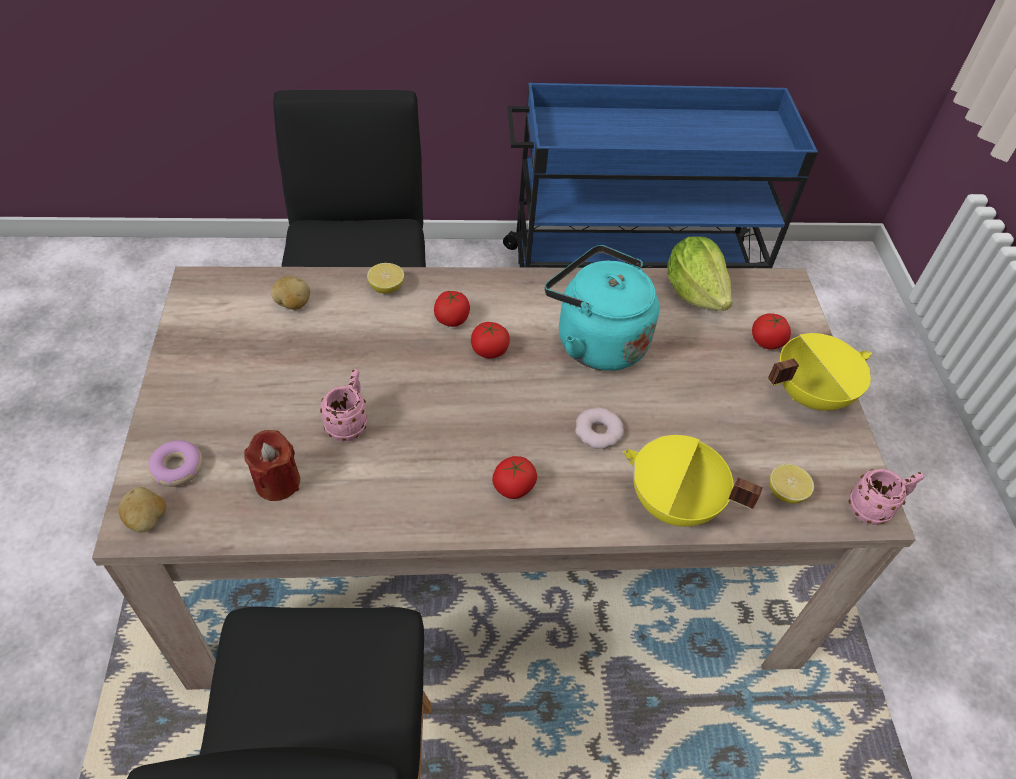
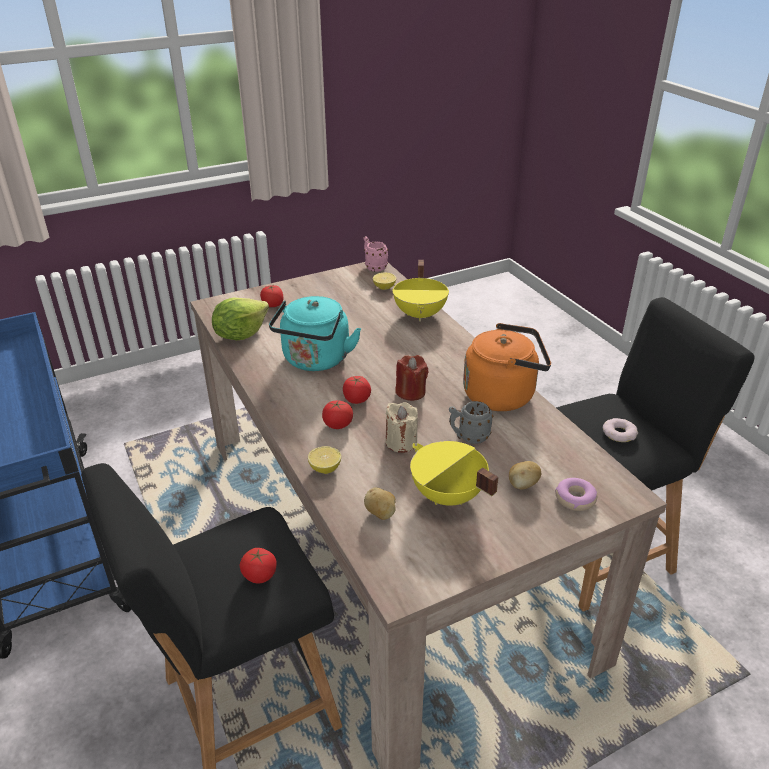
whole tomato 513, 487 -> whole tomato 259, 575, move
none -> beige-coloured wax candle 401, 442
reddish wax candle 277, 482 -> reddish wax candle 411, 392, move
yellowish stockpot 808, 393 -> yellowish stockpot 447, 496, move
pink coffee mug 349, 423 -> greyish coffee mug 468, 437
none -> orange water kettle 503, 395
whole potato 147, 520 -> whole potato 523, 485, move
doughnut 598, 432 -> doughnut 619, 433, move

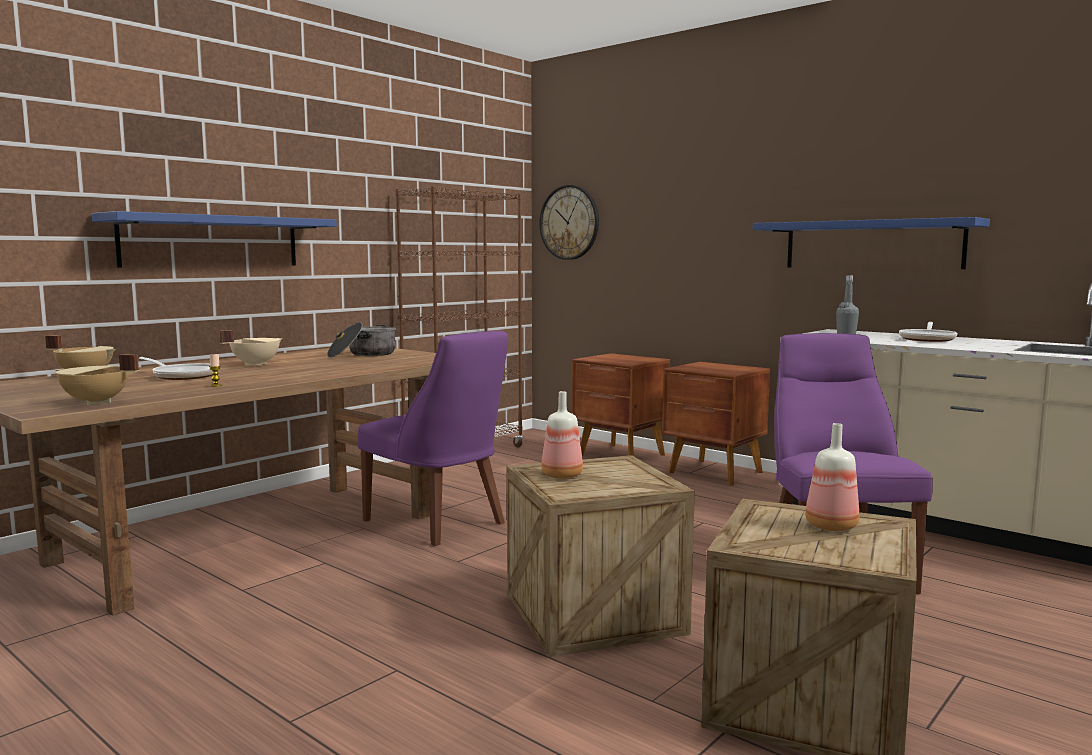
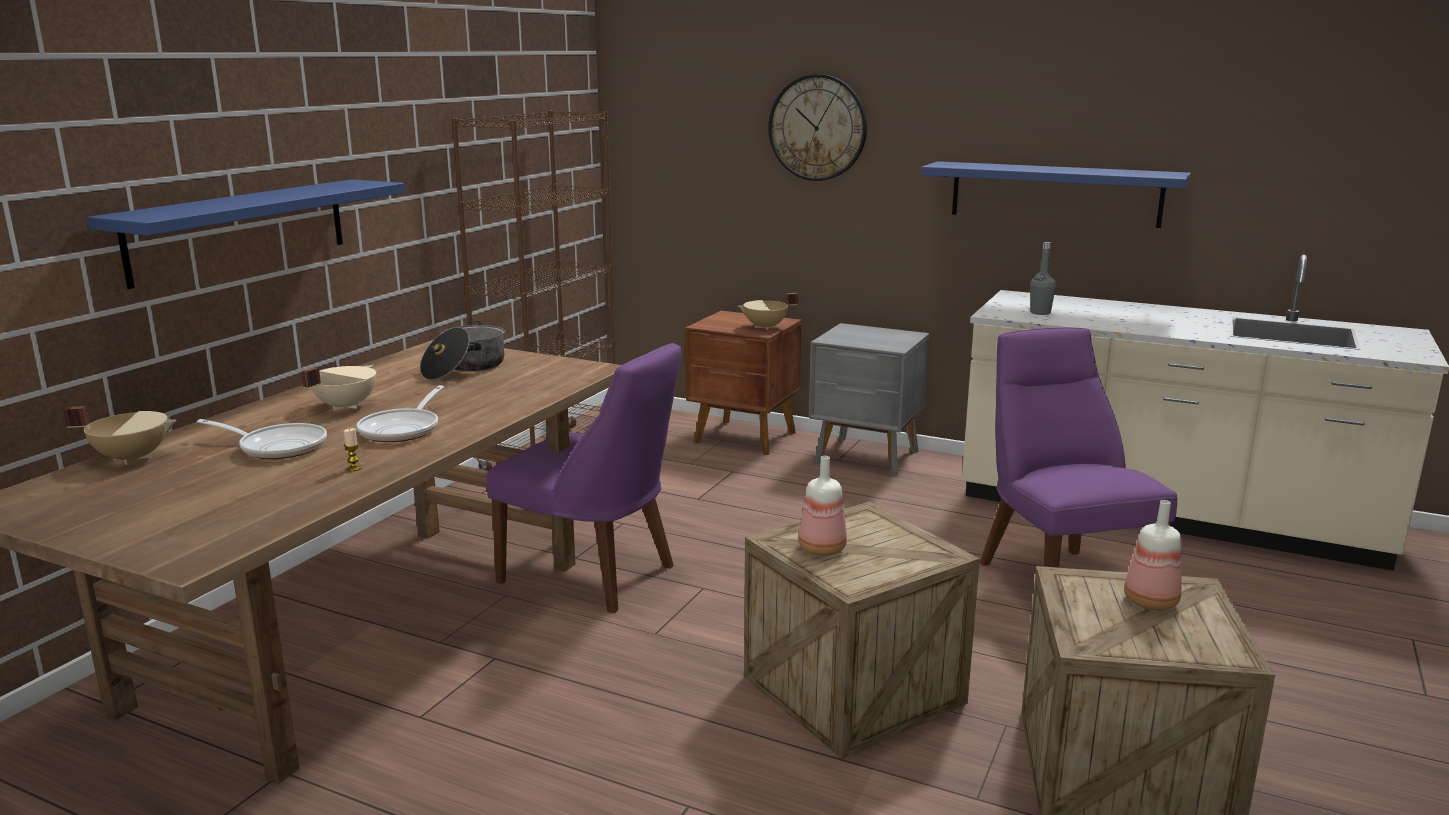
frying pan 927, 339 -> frying pan 403, 429, move
beige-coloured stockpot 95, 402 -> beige-coloured stockpot 766, 327, move
wall clock 569, 222 -> wall clock 817, 128, move
brown bedside table 715, 473 -> greyish bedside table 867, 457

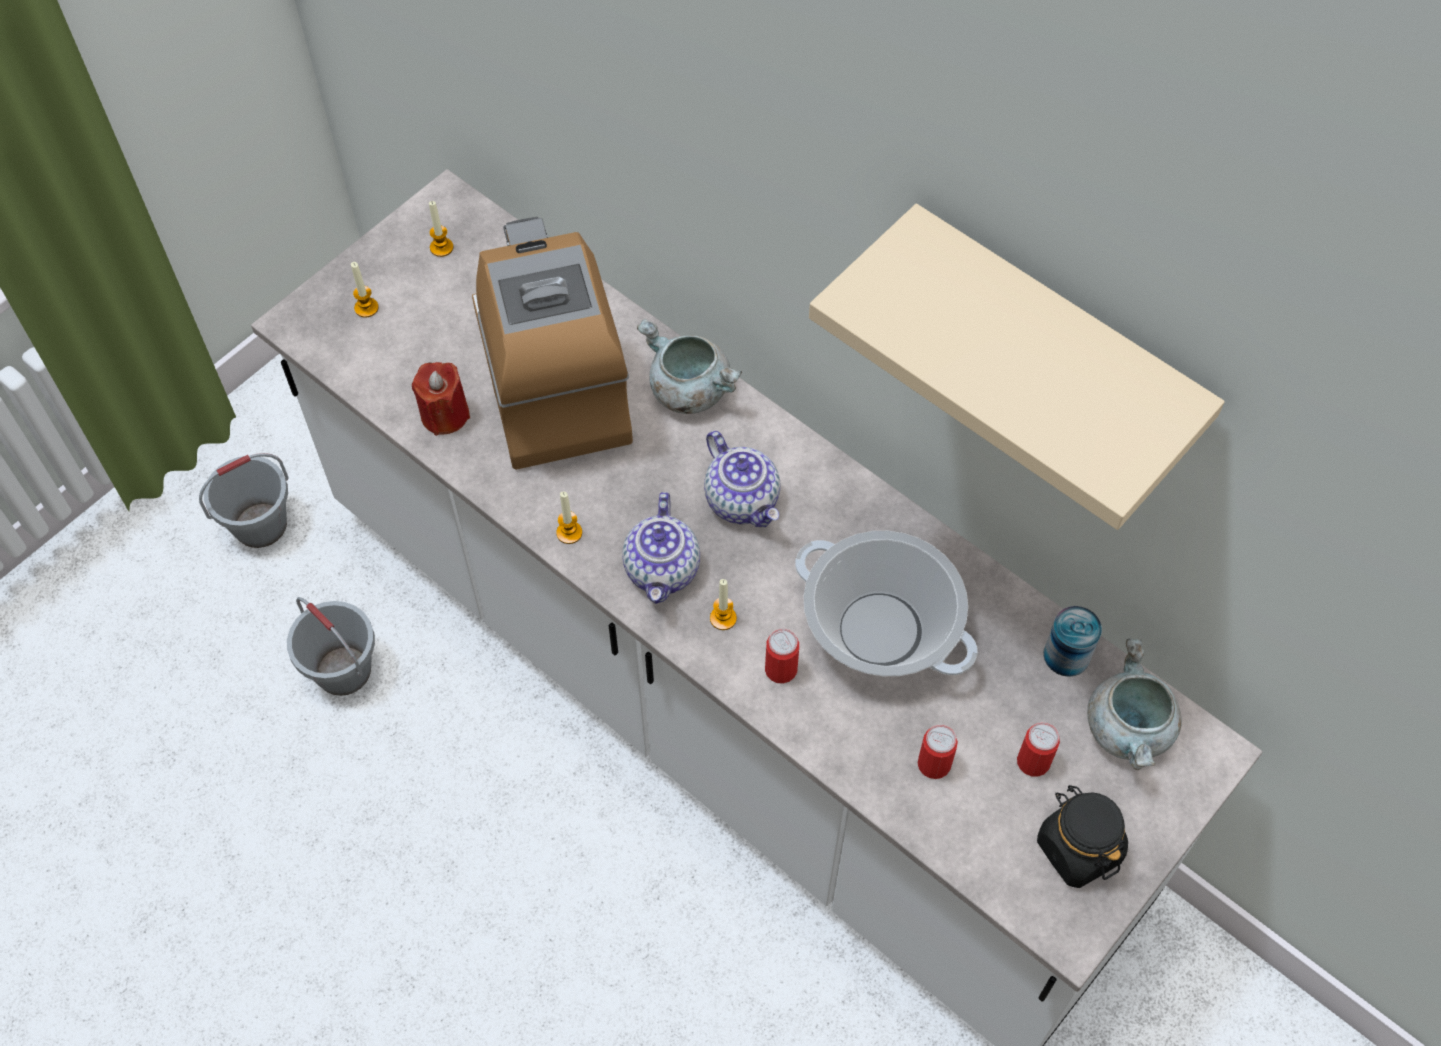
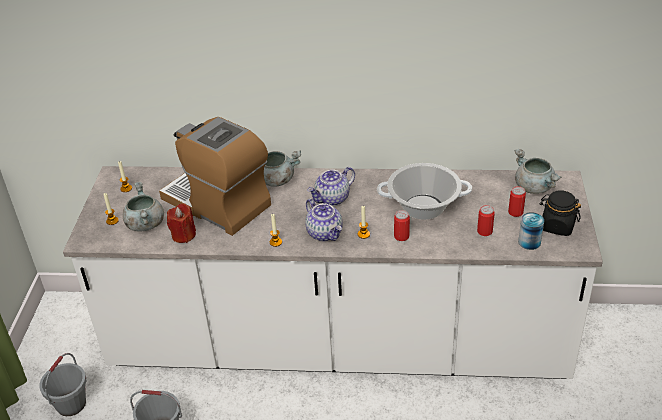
none -> greyish stockpot 145, 224
pot for tea 743, 500 -> pot for tea 332, 199, 120 degrees clockwise
metal can 1066, 655 -> metal can 529, 242, move
beige-coloured bracket shelf 1053, 342 -> none

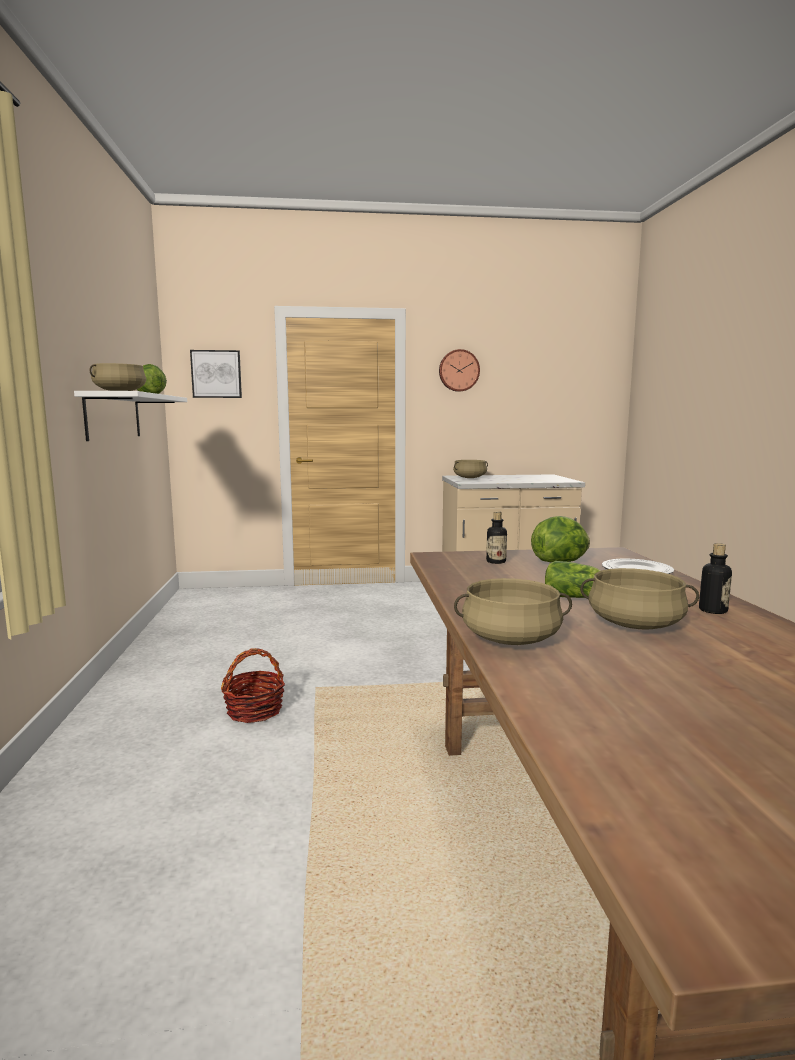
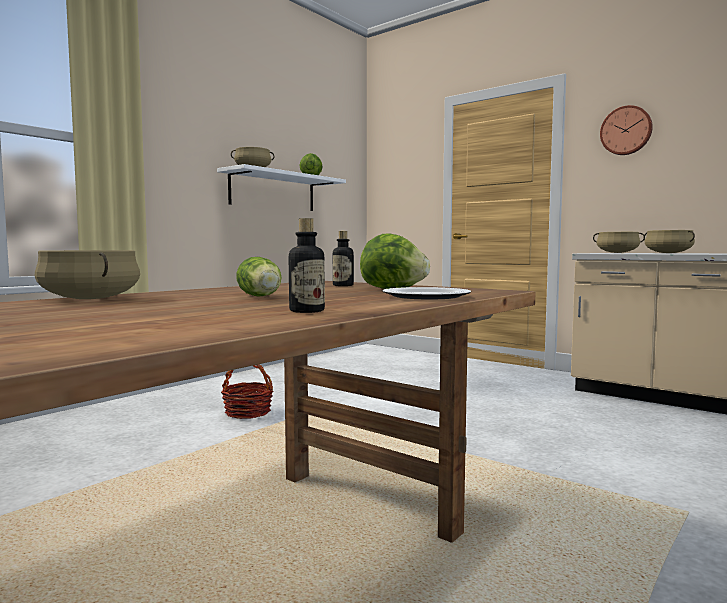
beige-coloured stockpot 635, 624 -> beige-coloured stockpot 668, 253, move
picture 216, 374 -> none

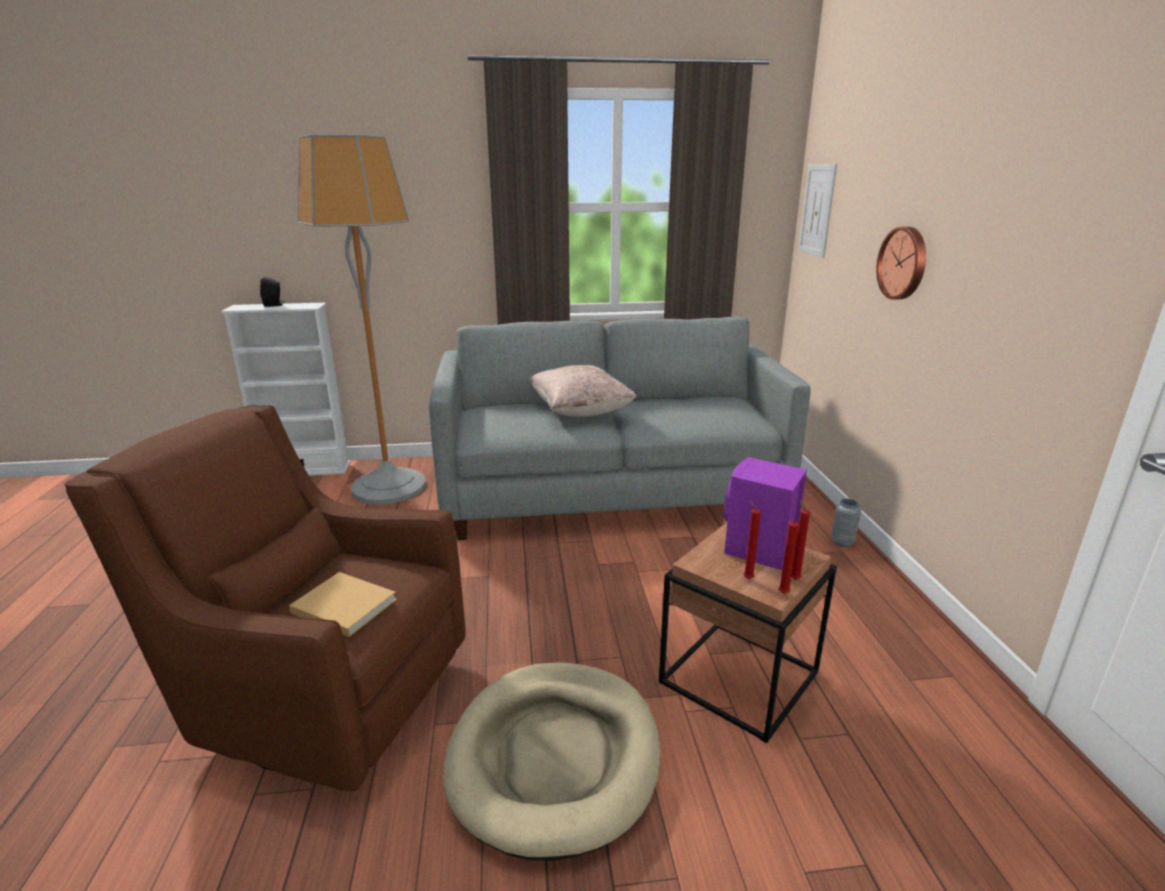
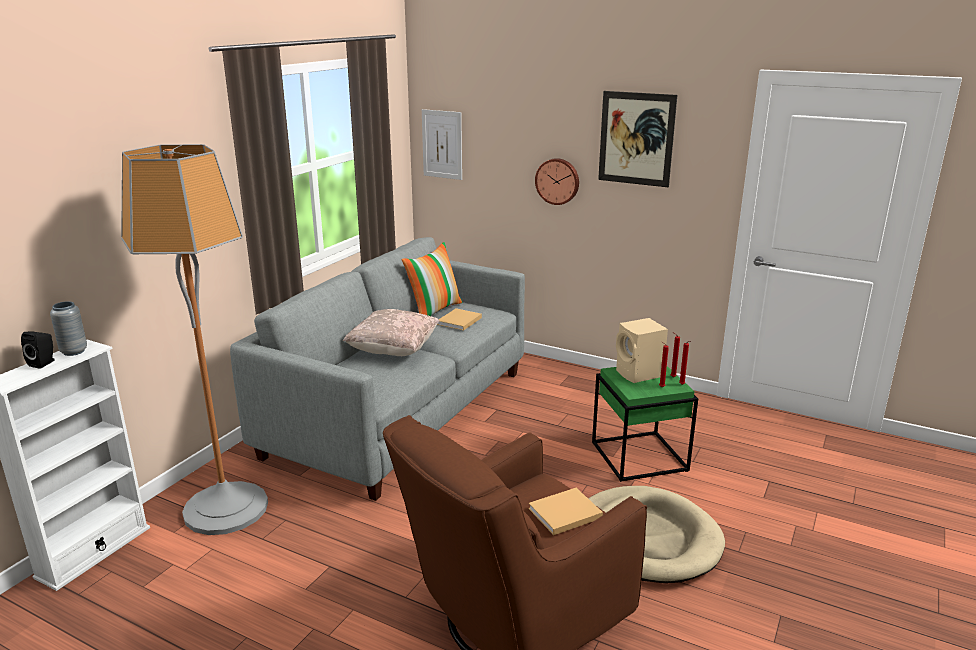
greyish vase 842, 542 -> greyish vase 74, 351, move
none -> throw pillow 434, 310
none -> beige-coloured bound book 458, 321
brown accent table 738, 676 -> green-coloured accent table 638, 456
none -> picture 636, 139
purple-coloured speaker 758, 551 -> beige-coloured speaker 639, 374

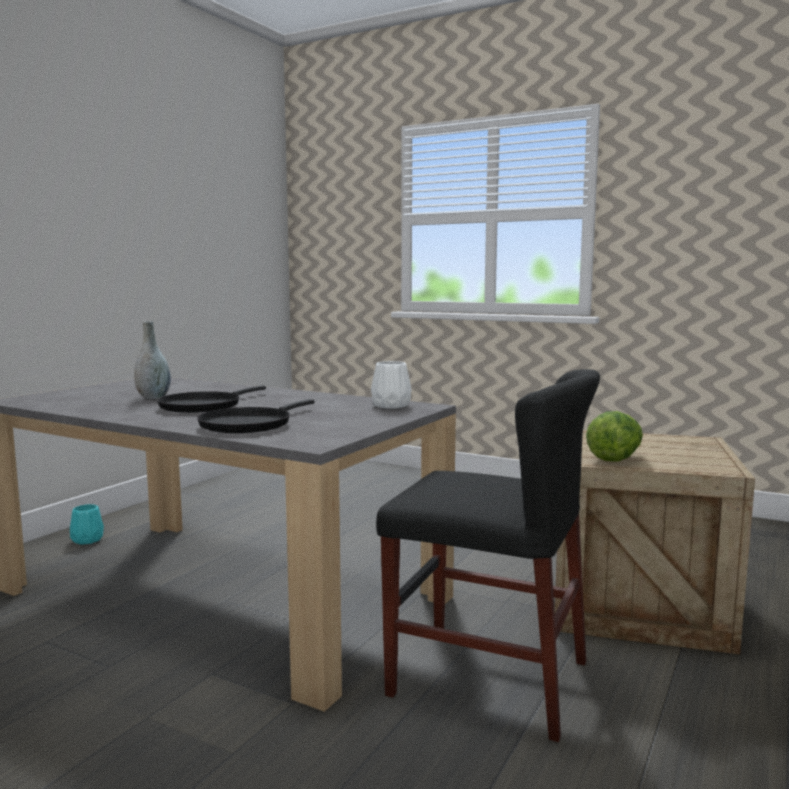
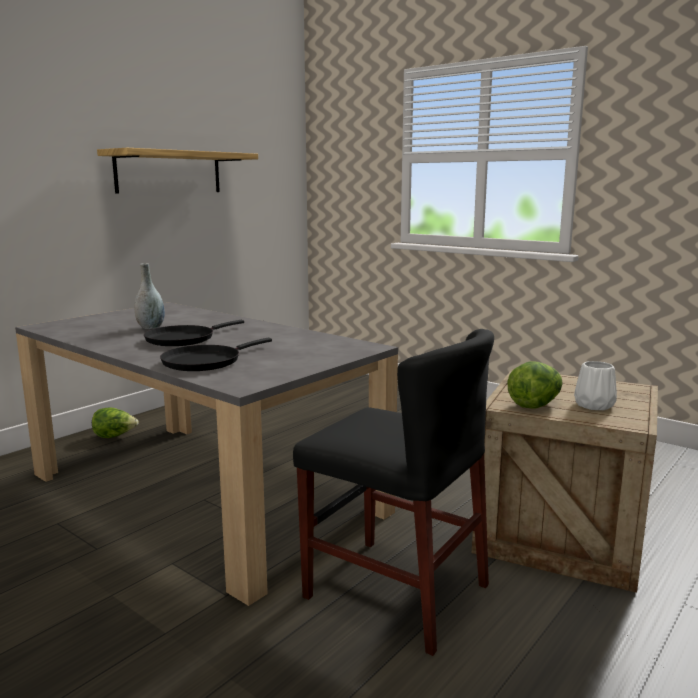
turquoise vase 87, 540 -> lettuce head 114, 436
none -> bracket shelf 169, 172
whitish vase 390, 406 -> whitish vase 593, 405, move

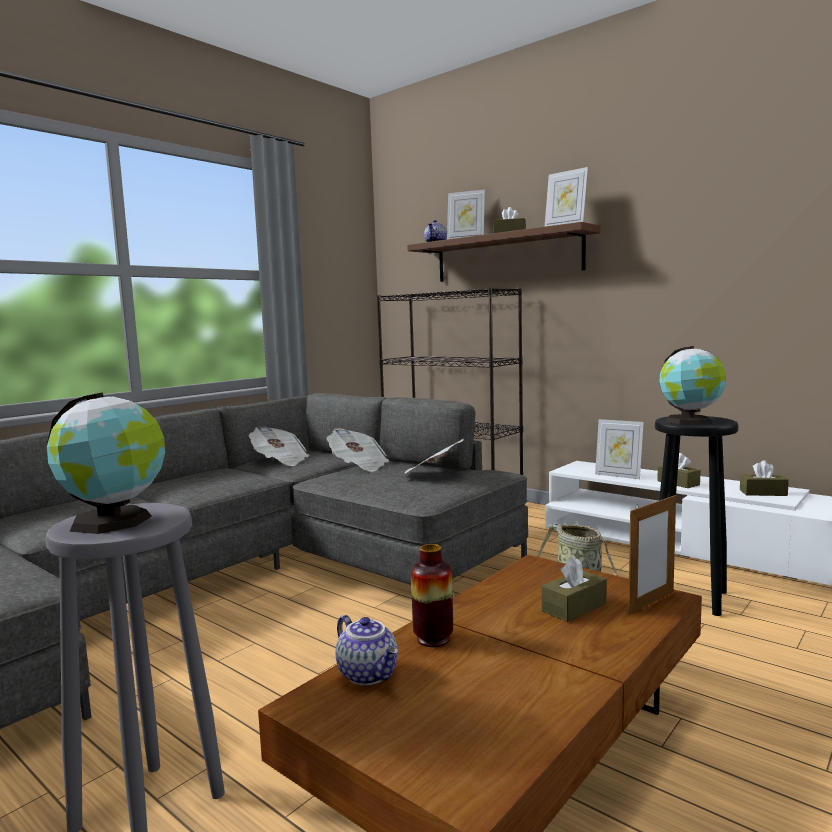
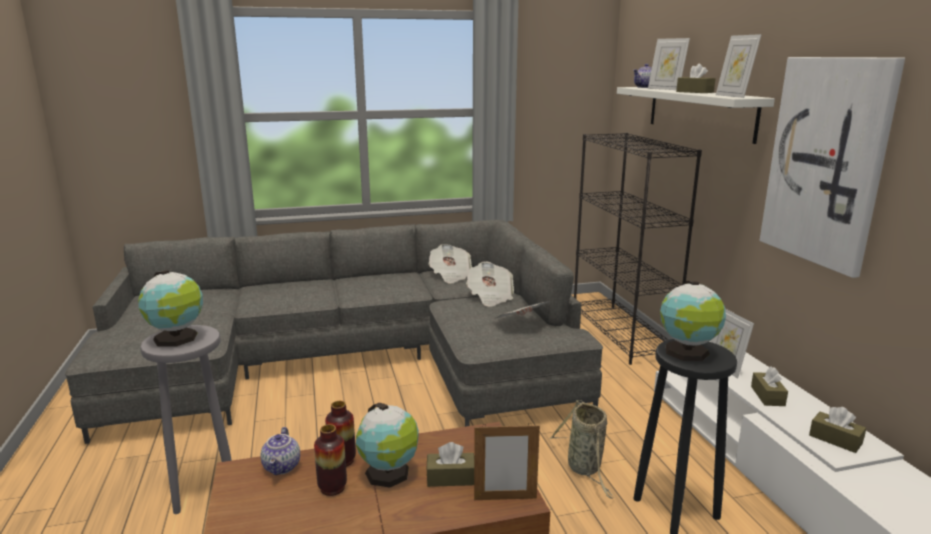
none -> vase 332, 488
none -> globe 389, 474
brown bracket shelf 506, 256 -> whitish bracket shelf 699, 112
none -> picture 826, 162

